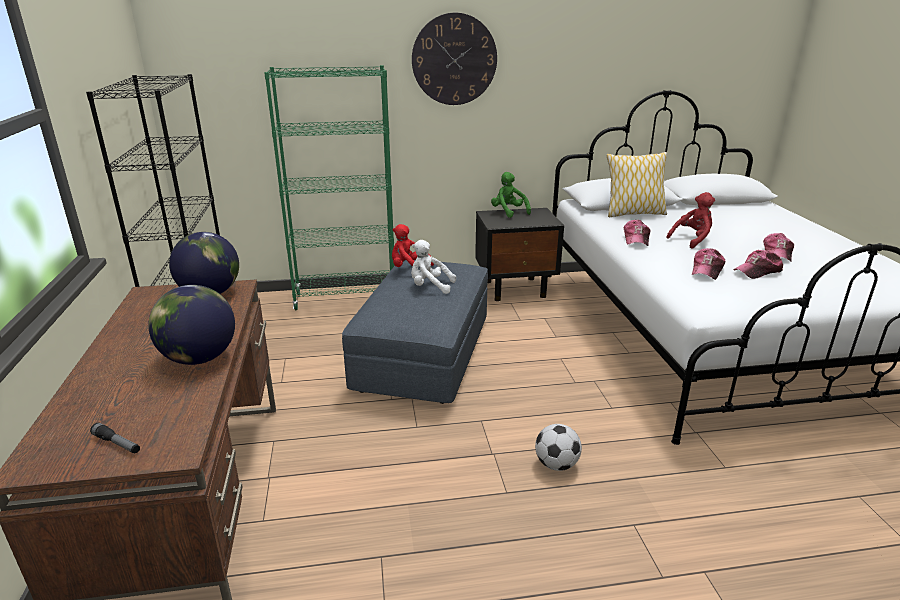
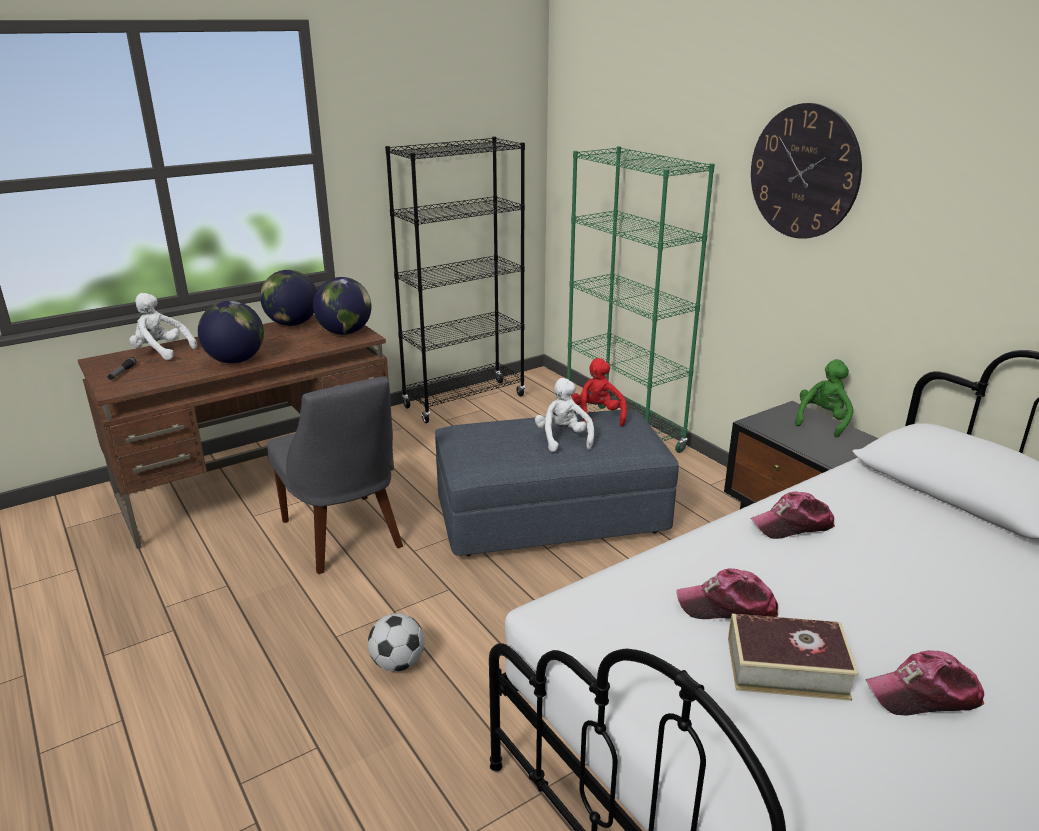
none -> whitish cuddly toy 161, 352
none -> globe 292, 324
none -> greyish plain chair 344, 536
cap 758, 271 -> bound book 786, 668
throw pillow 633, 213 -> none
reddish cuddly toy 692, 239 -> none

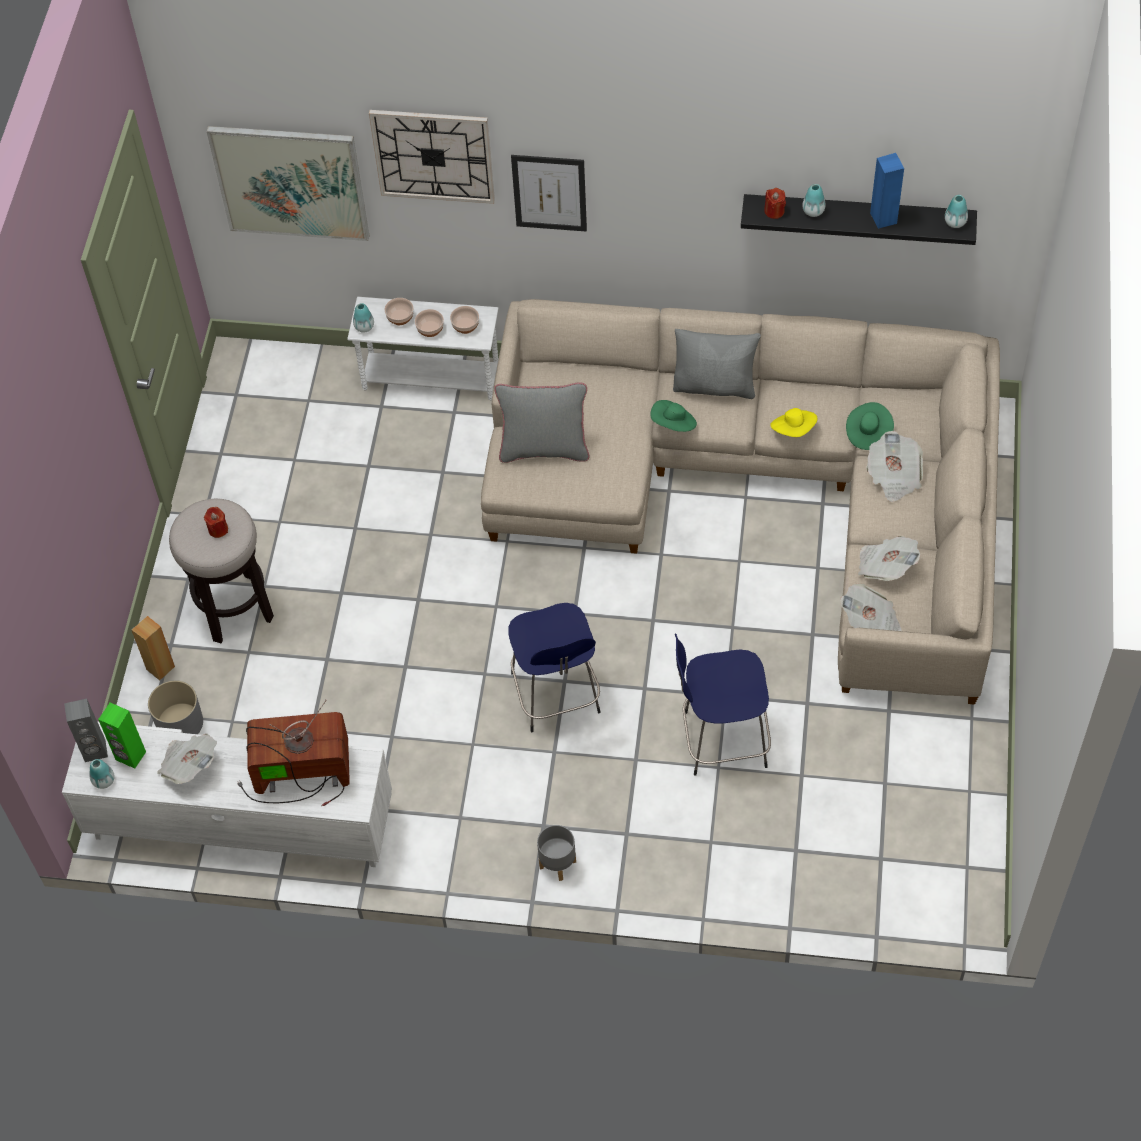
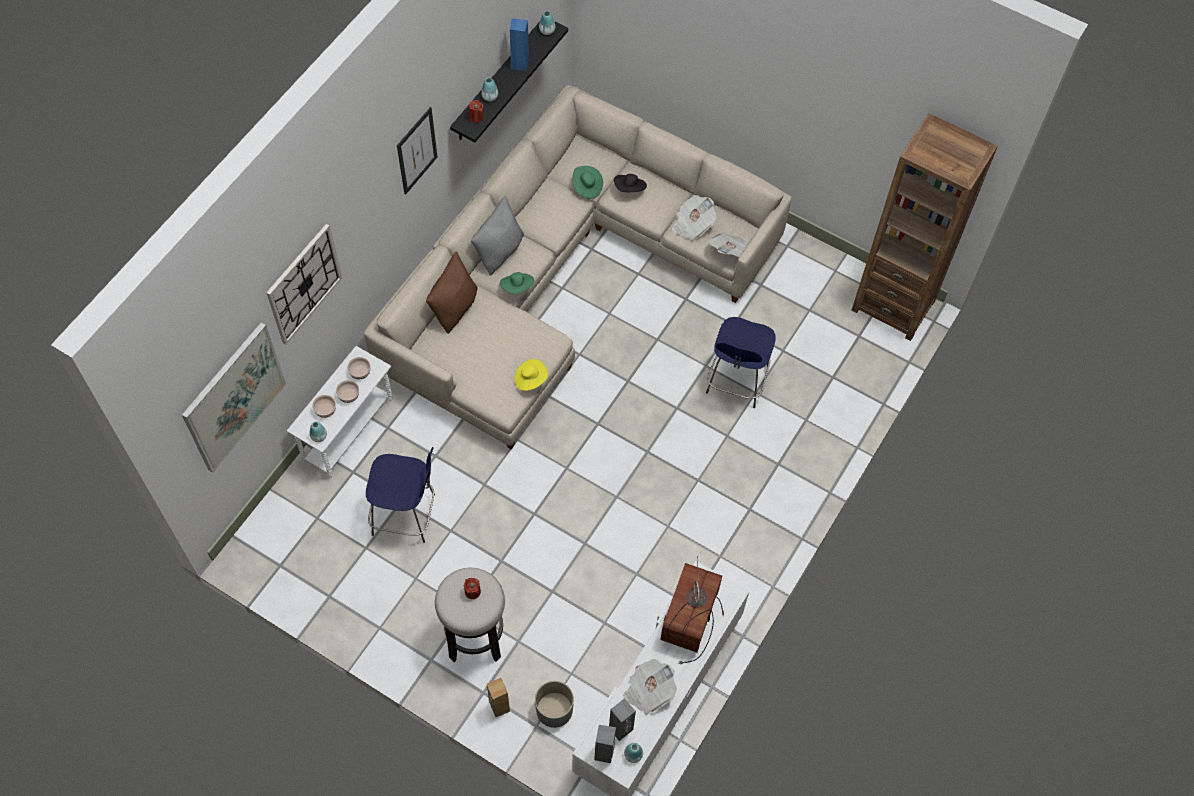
blue-coloured stool seat 556, 696 -> blue-coloured stool seat 406, 515, move
picture 549, 192 -> picture 417, 151, move
none -> brown throw pillow 455, 307
yellowish hat 794, 430 -> yellowish hat 530, 379, move
green-coloured speaker 130, 756 -> greyish speaker 621, 729
daily paper 894, 476 -> black-coloured hat 630, 188
none -> brown shelving unit 893, 305
greyish throw pillow 544, 449 -> none
greyish plant pot 557, 864 -> none

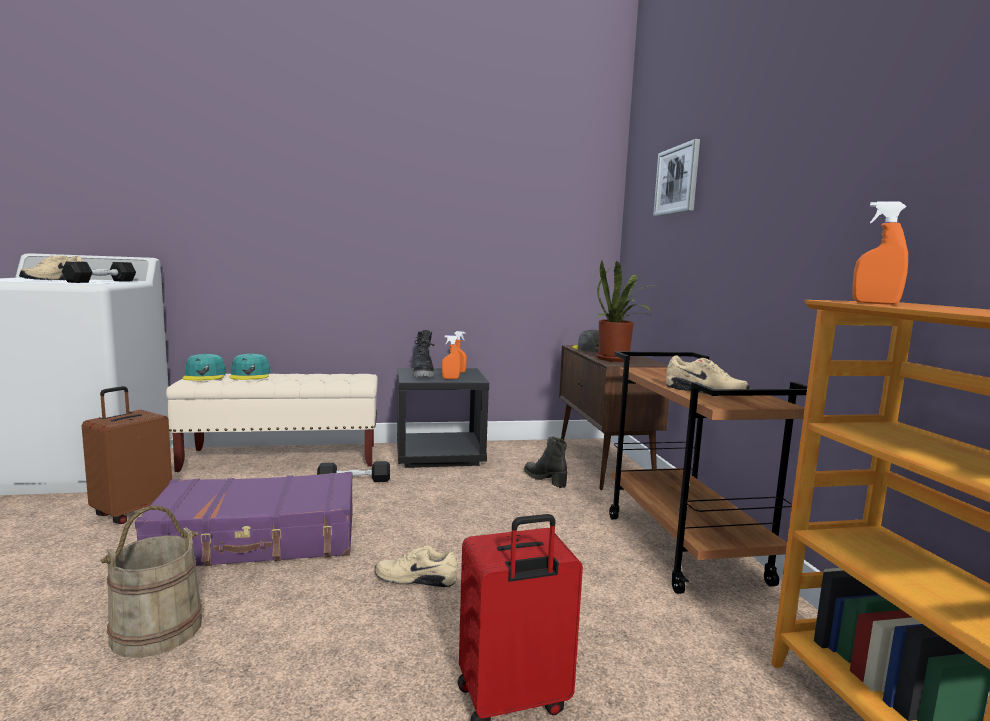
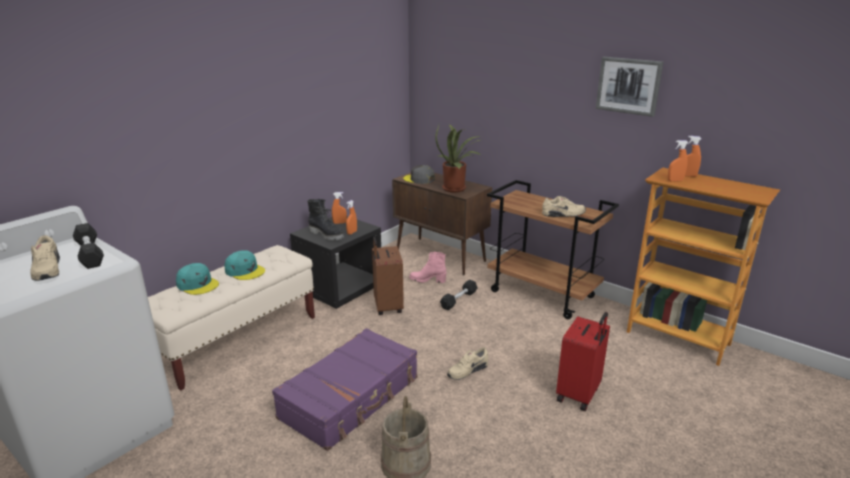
turquoise cap 205, 376 -> turquoise cap 245, 271, move
brown travel case 132, 511 -> brown travel case 387, 307, move
black-coloured high-top boot 545, 479 -> pink high-top boot 427, 280
black-coloured free weight 354, 481 -> black-coloured free weight 459, 300, move
picture 677, 180 -> picture 628, 86, move
none -> orange hand sprayer 688, 176

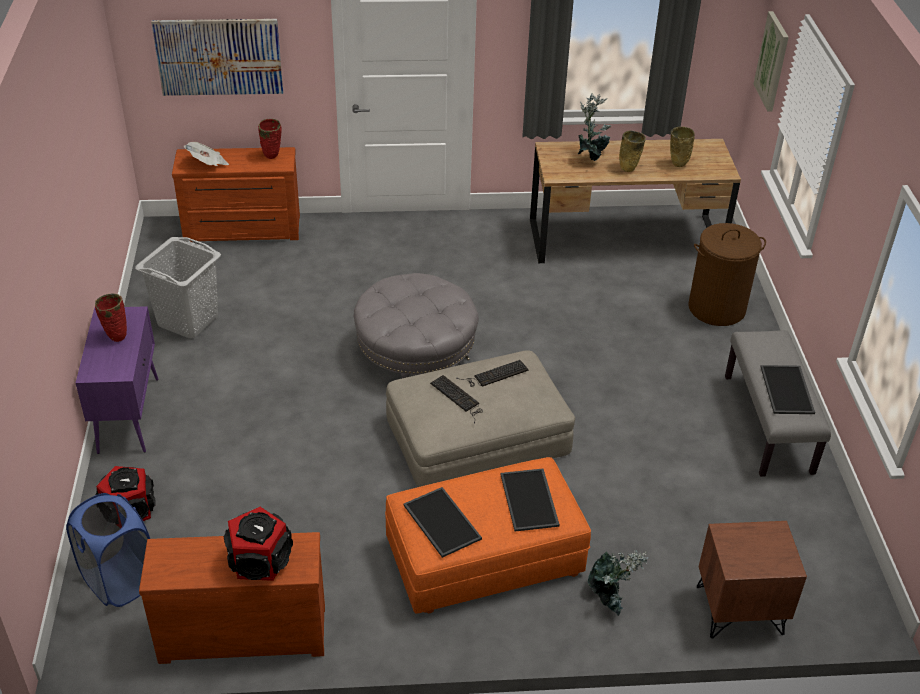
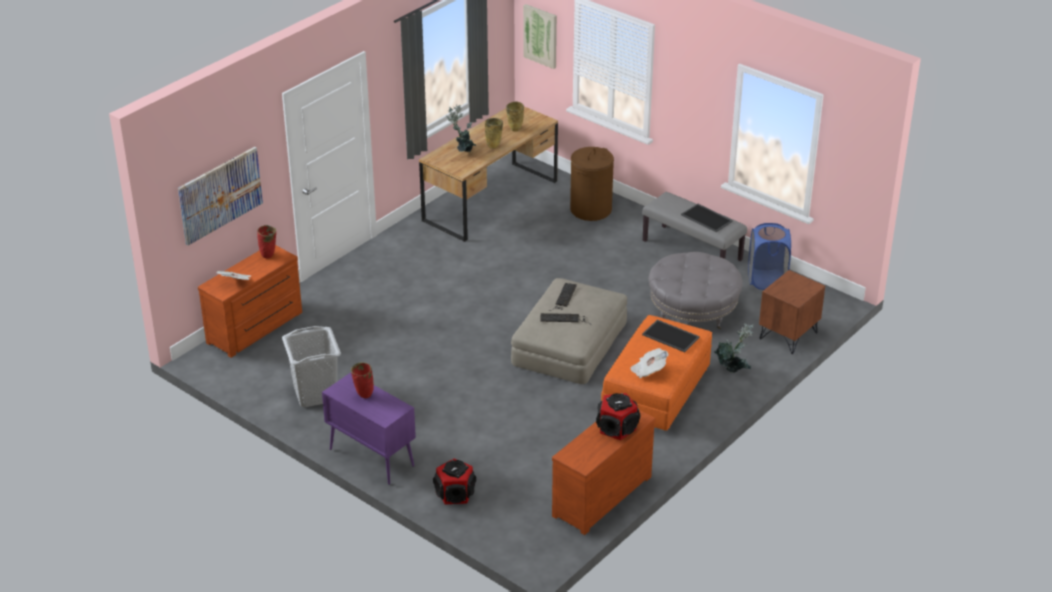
carrying tray 440, 522 -> daily paper 648, 370
greyish footrest 416, 353 -> greyish footrest 693, 310, move
blue-coloured hamper 120, 580 -> blue-coloured hamper 766, 280, move

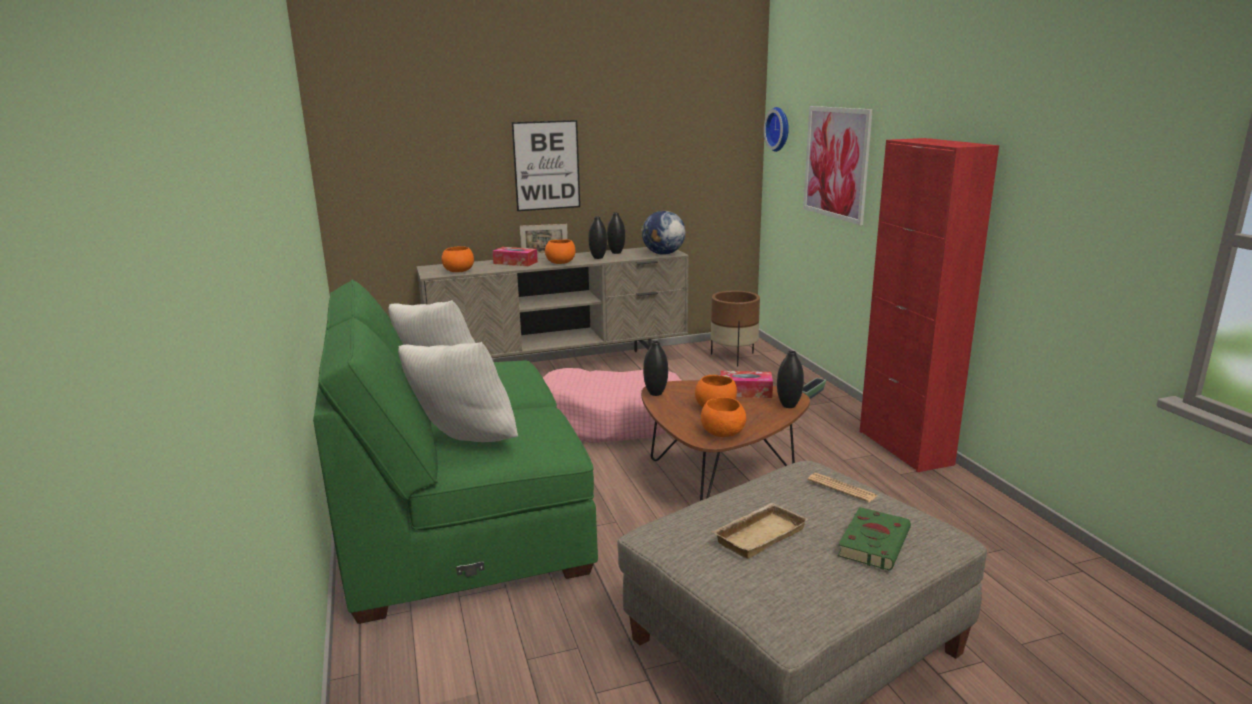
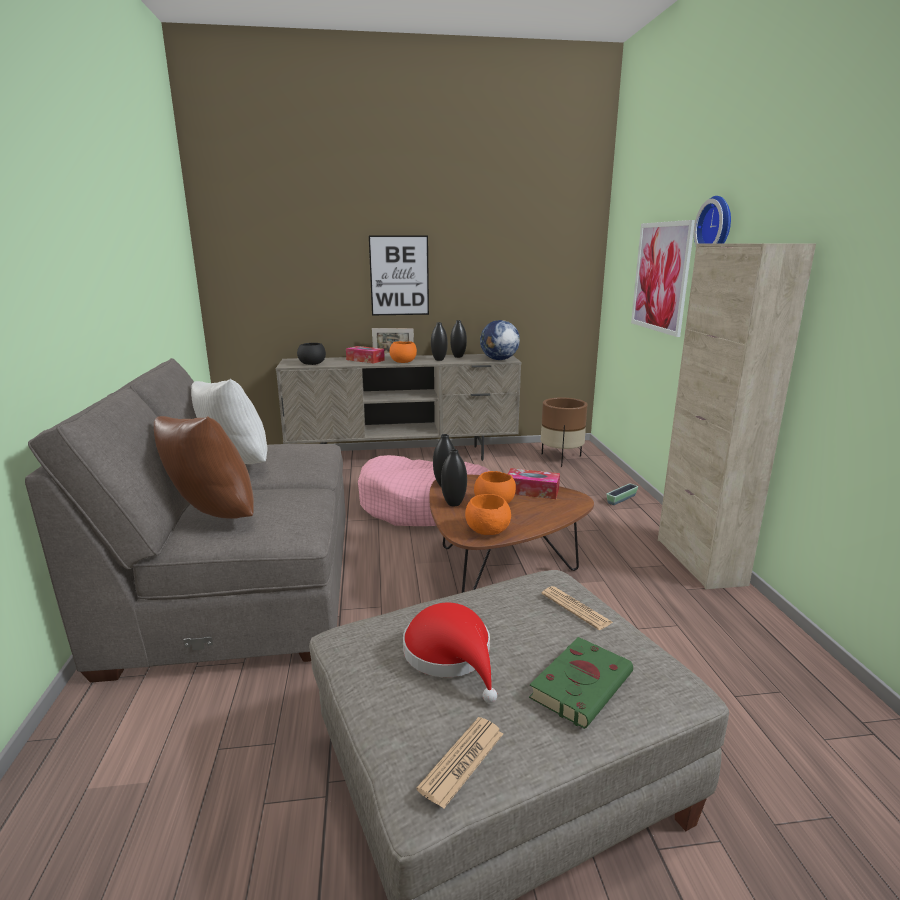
green-coloured settee 461, 521 -> greyish settee 243, 588
whitish throw pillow 462, 444 -> brown throw pillow 210, 518
orange bowl 459, 271 -> black-coloured bowl 312, 364
beige-coloured carrying tray 758, 534 -> reddish hat 451, 655
none -> daily paper 462, 761
black-coloured vase 788, 405 -> black-coloured vase 454, 504, move
reddish storage cabinet 904, 447 -> beige-coloured storage cabinet 699, 561
wall clock 779, 129 -> wall clock 717, 226, move

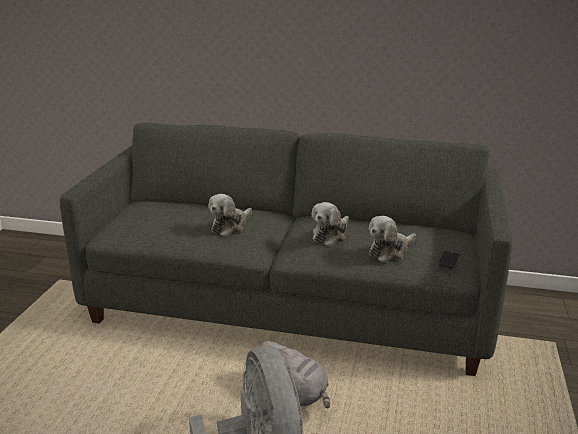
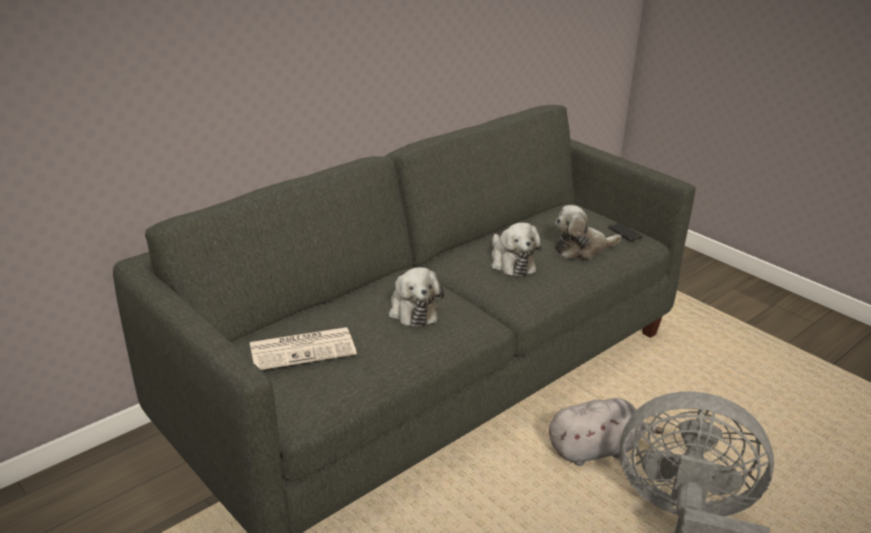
none -> daily paper 303, 349
cuddly toy 390, 251 -> cuddly toy 582, 249, 75 degrees clockwise

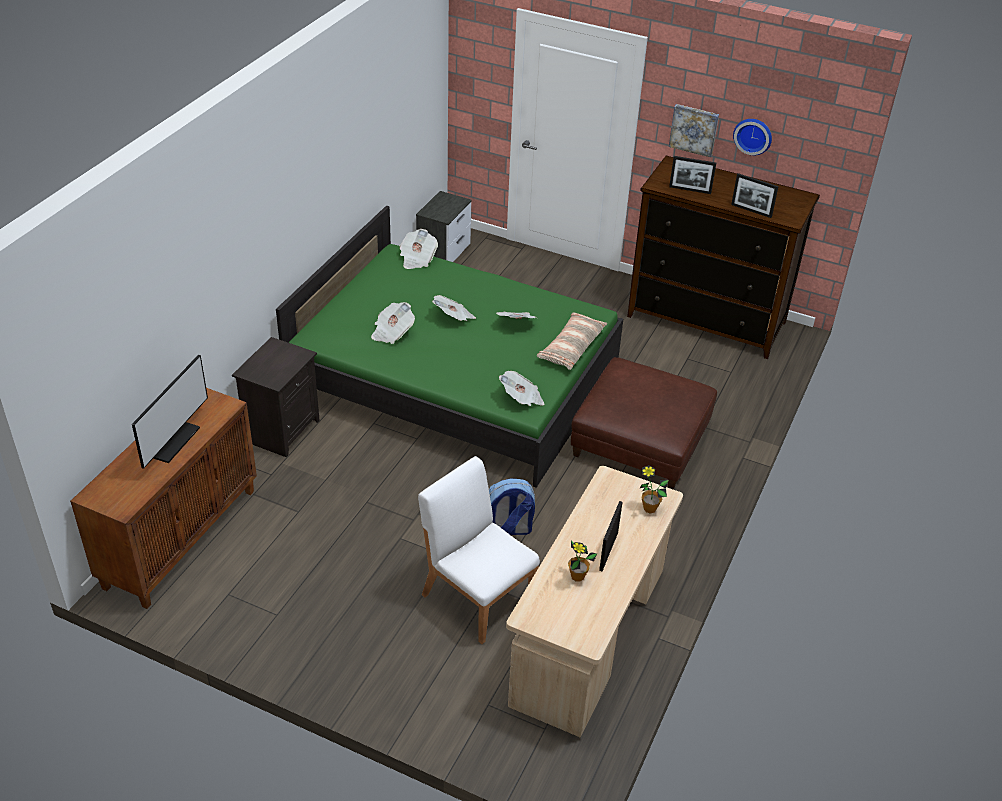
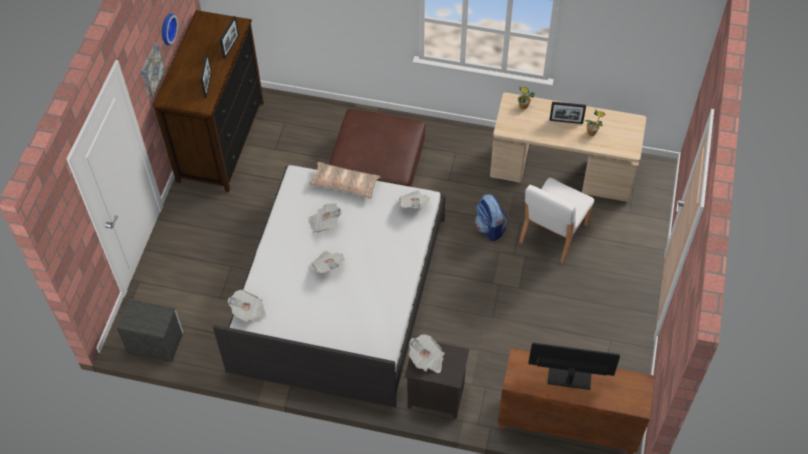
green-coloured sleeping bed 455, 379 -> whitish sleeping bed 339, 293
daily paper 392, 332 -> daily paper 427, 359, move

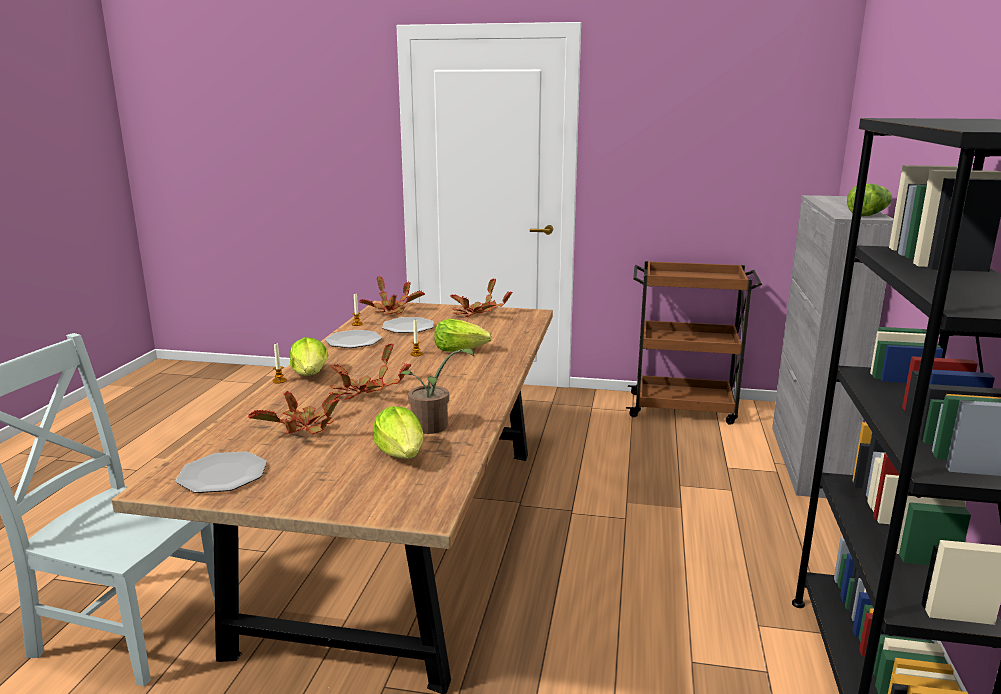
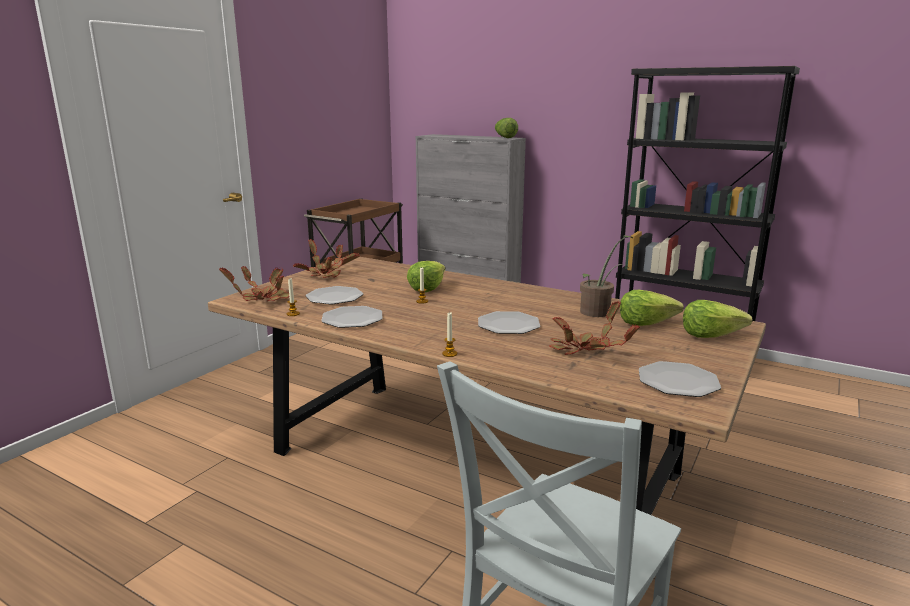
potted plant 363, 392 -> plate 508, 325
lettuce head 311, 375 -> lettuce head 710, 335, move

